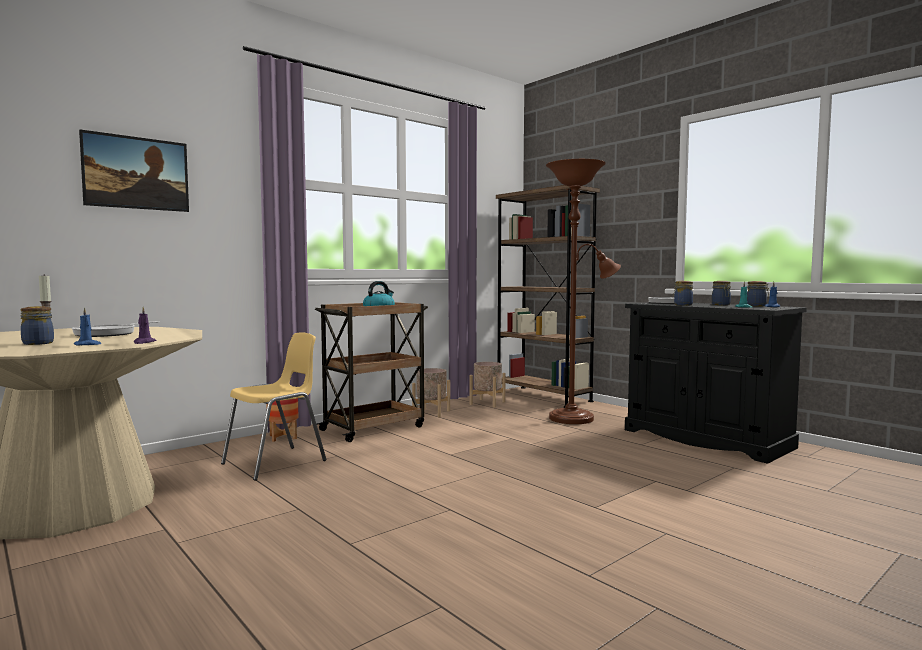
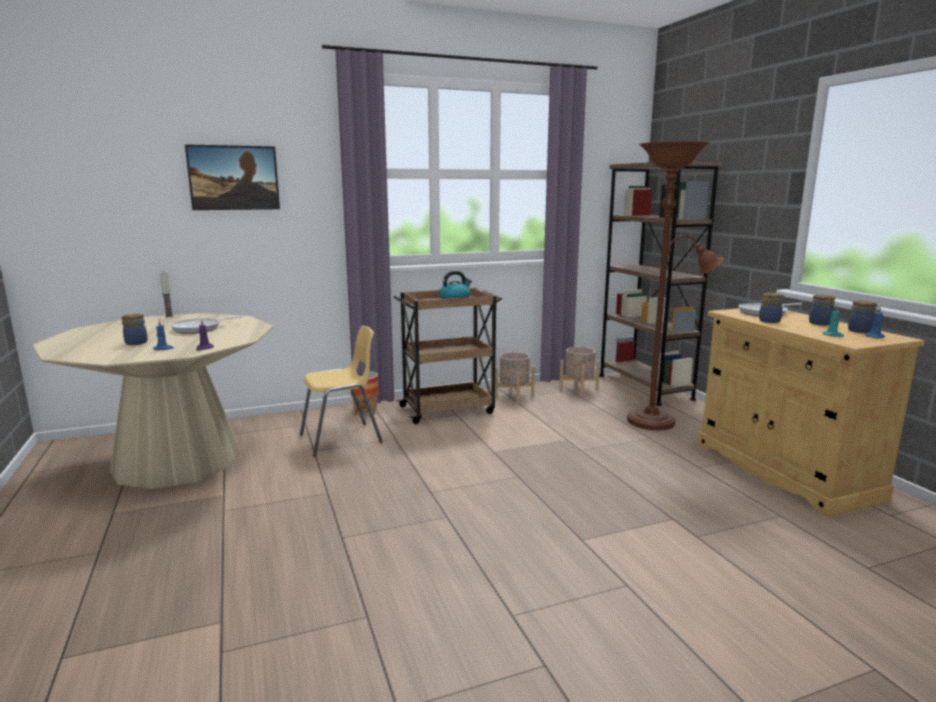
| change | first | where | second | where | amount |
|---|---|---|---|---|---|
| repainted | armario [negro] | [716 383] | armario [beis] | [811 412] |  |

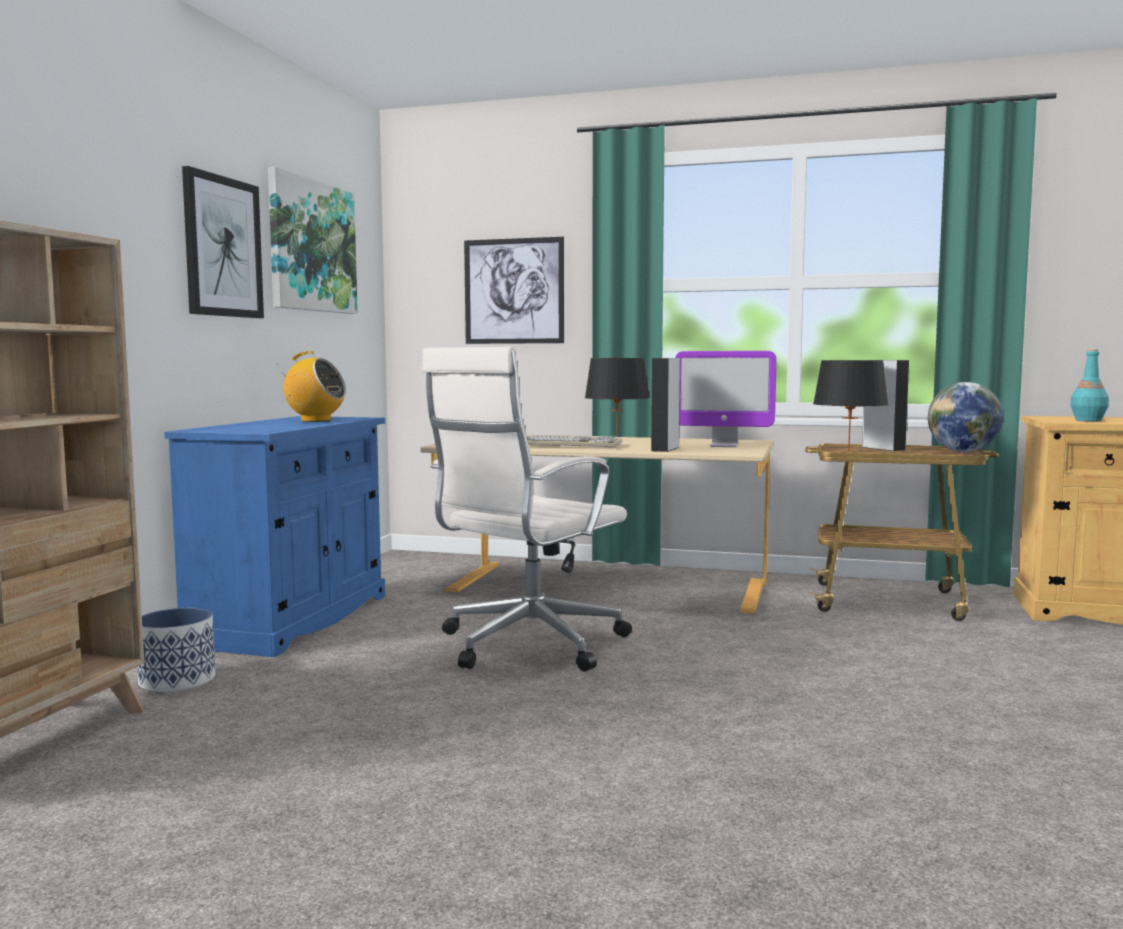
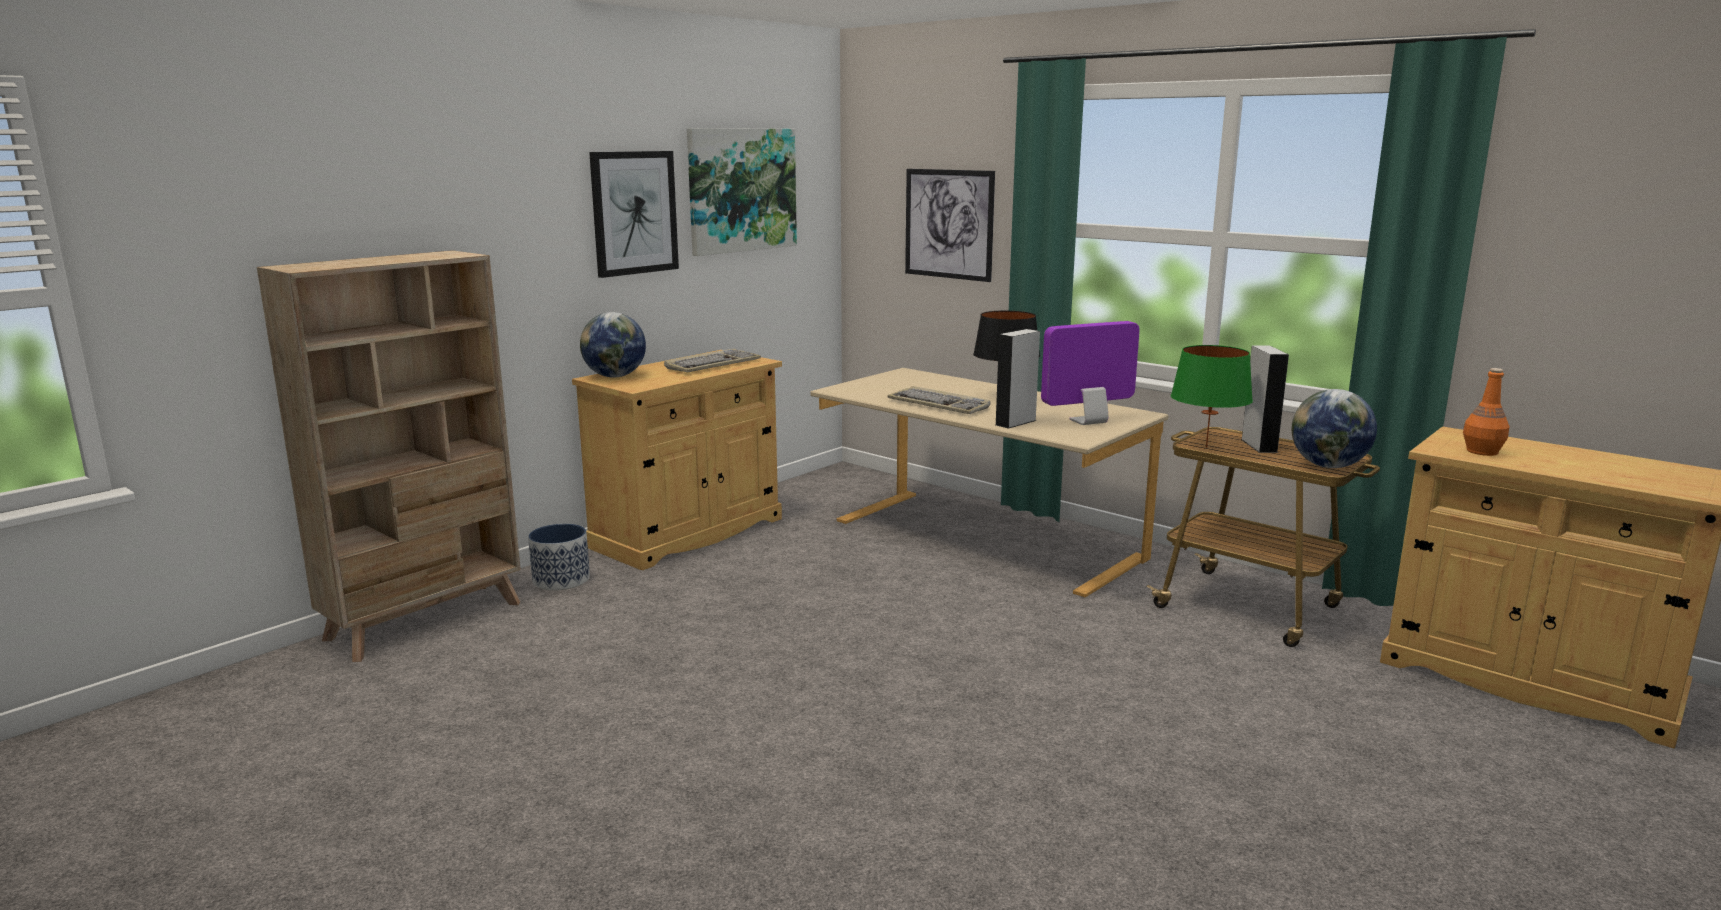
| change | first | where | second | where | amount |
|---|---|---|---|---|---|
| gone | silla de oficina [blanco] | [526 509] |  |  |  |
| repainted | botella [turquesa] | [1089 385] | botella [naranja] | [1486 412] |  |
| swapped | radio | [311 386] | teclado | [712 360] |  |
| rotated | monitor | [725 399] |  | [1090 373] | 120 degrees clockwise |
| repainted | lámpara de mesa [negro] | [851 406] | lámpara de mesa [verde] | [1212 396] |  |
| repainted | armario [azul] | [274 536] | armario [beis] | [677 460] |  |
| new |  |  | globo terráqueo | [613 345] |  |

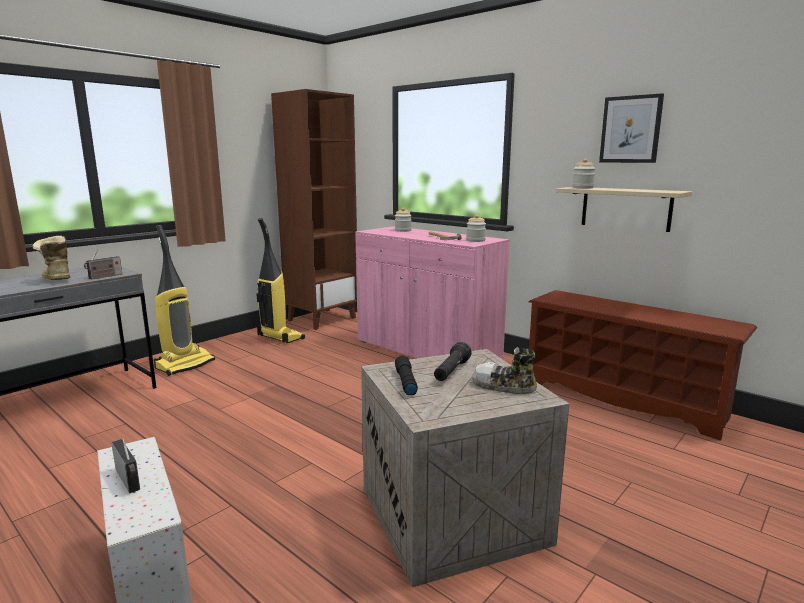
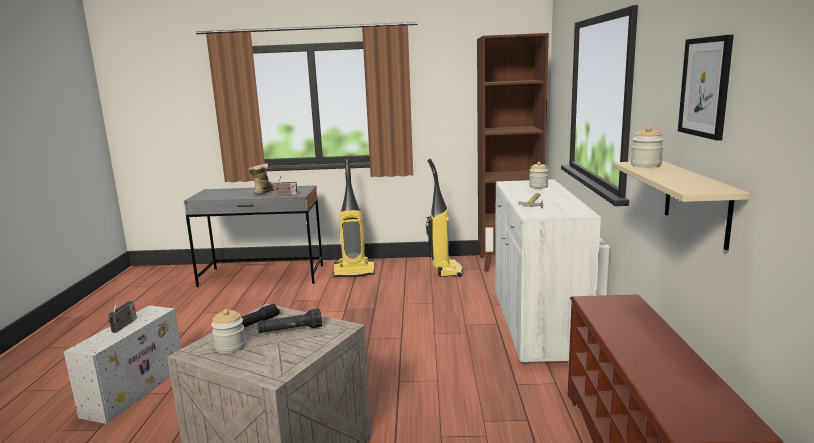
| change | first | where | second | where | amount |
|---|---|---|---|---|---|
| shifted | tarro | [476 228] |  | [228 331] |  |
| repainted | armario [rosa] | [432 292] | armario [blanco] | [548 272] |  |
| gone | zapato | [504 370] |  |  |  |

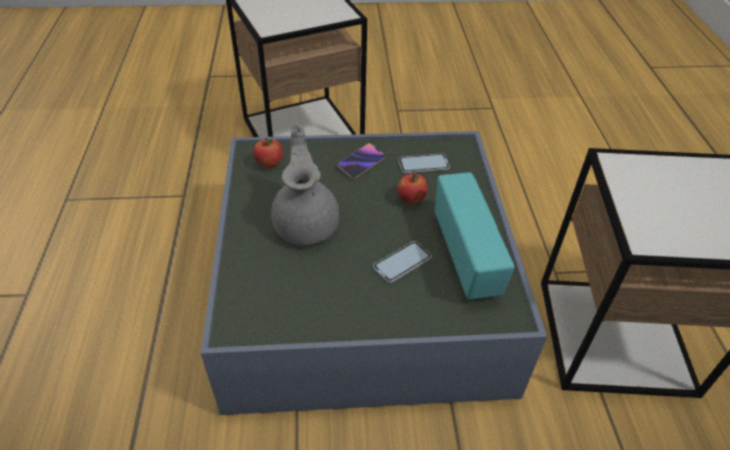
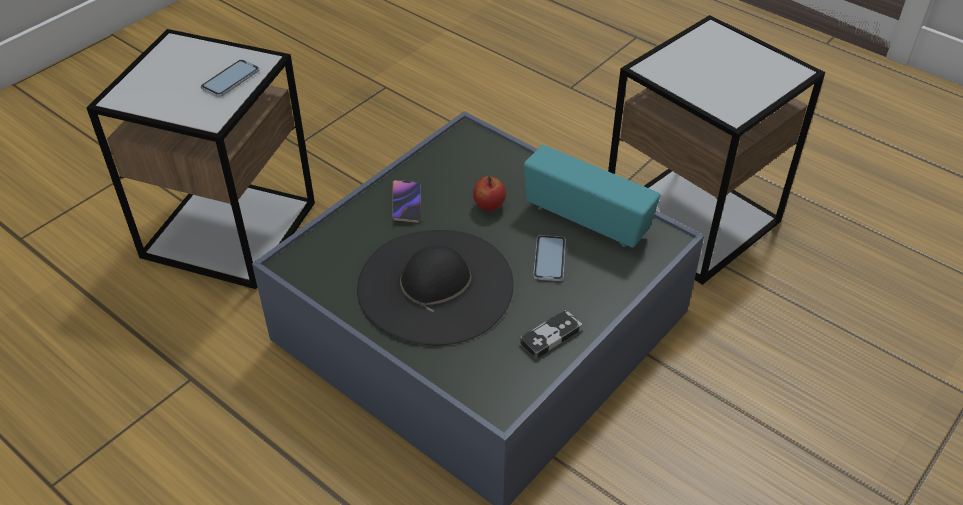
| change | first | where | second | where | amount |
|---|---|---|---|---|---|
| swapped | tetera [gris] | [305 184] | sombrero [negro] | [435 287] |  |
| gone | manzana | [268 153] |  |  |  |
| shifted | móvil | [424 163] |  | [230 78] |  |
| new |  |  | mando de consola | [551 334] |  |

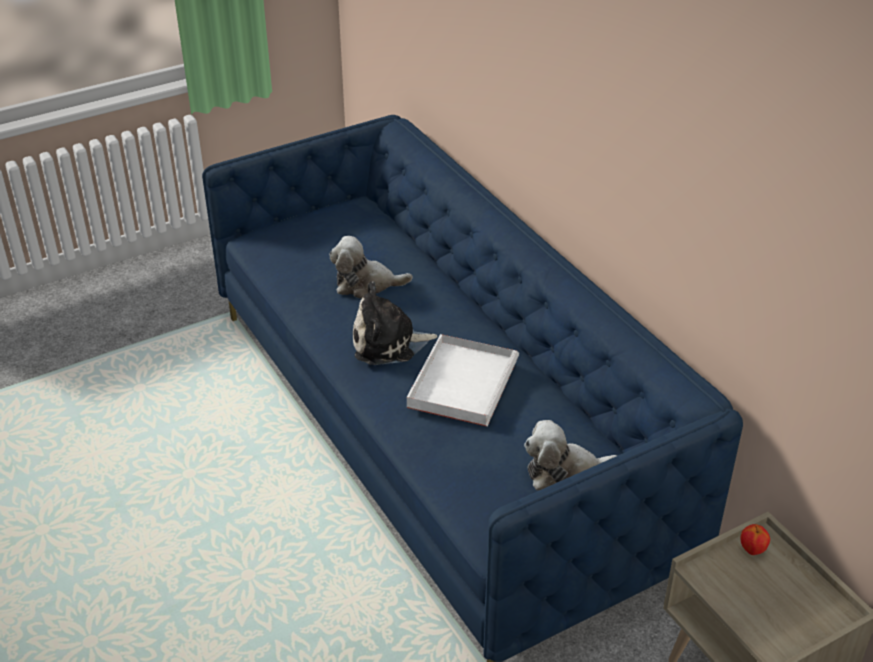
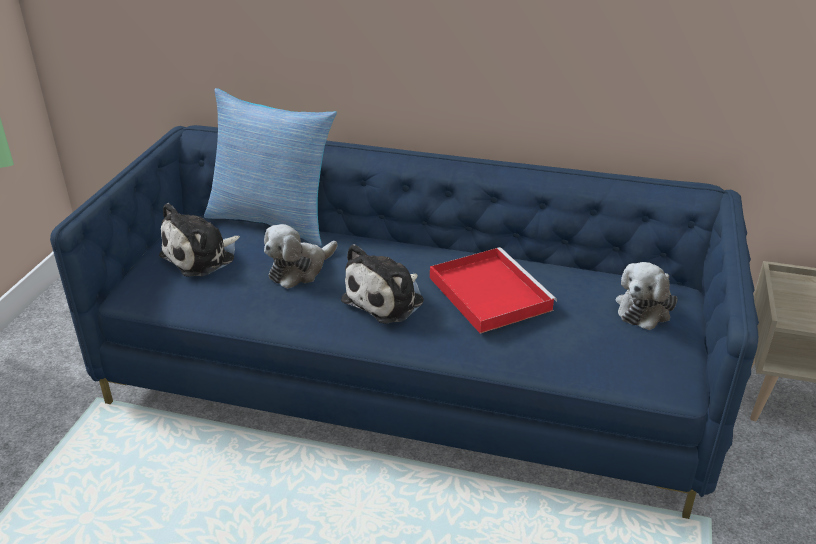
| change | first | where | second | where | amount |
|---|---|---|---|---|---|
| repainted | bandeja [blanco] | [463 380] | bandeja [rojo] | [493 290] |  |
| gone | manzana | [755 539] |  |  |  |
| new |  |  | cojín | [270 167] |  |
| new |  |  | peluche | [199 240] |  |

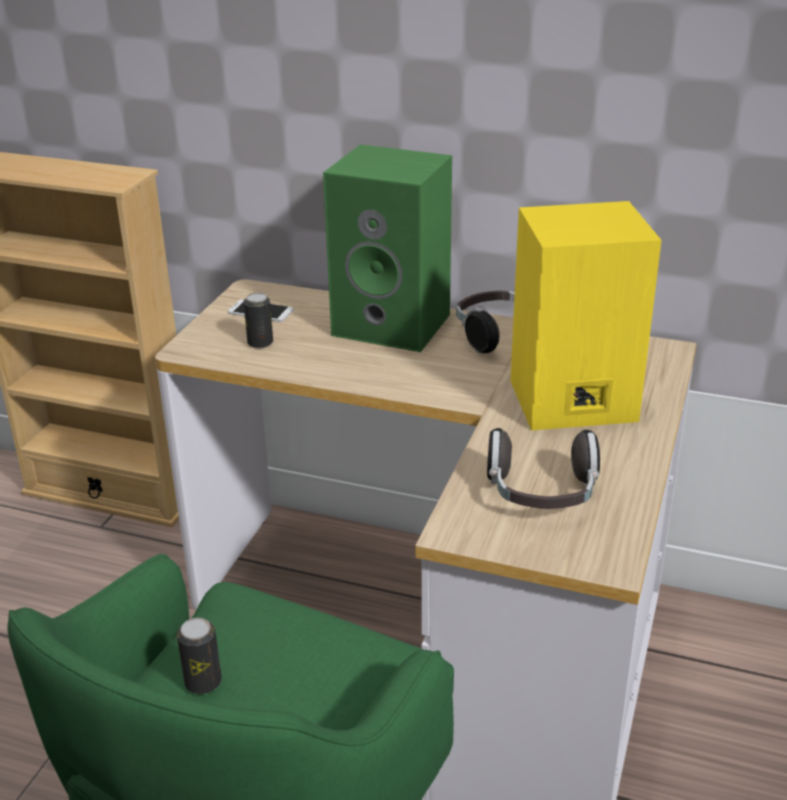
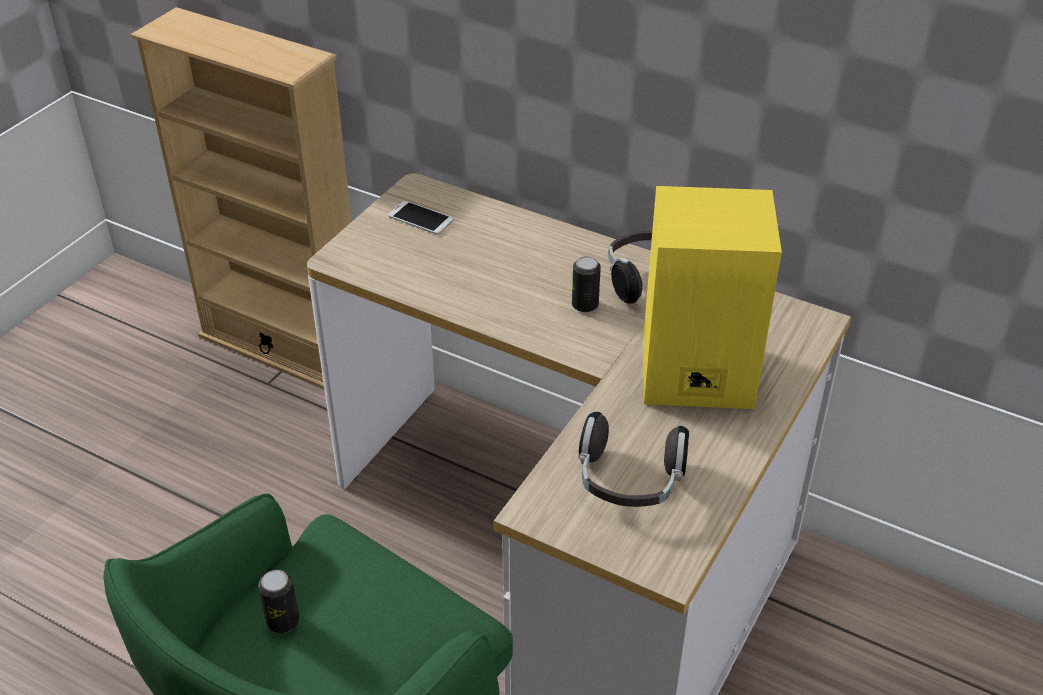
| change | first | where | second | where | amount |
|---|---|---|---|---|---|
| gone | altavoz [verde] | [387 248] |  |  |  |
| shifted | lata | [258 320] |  | [586 284] |  |

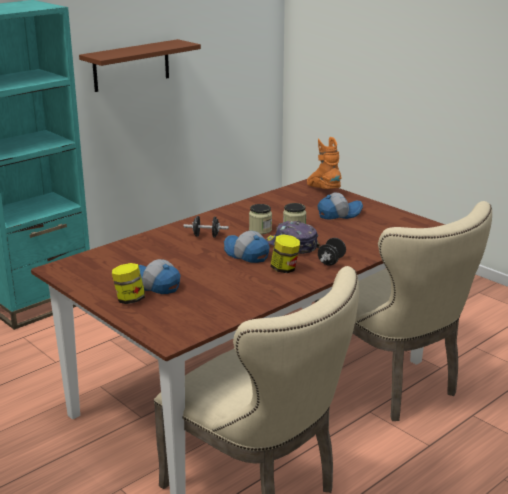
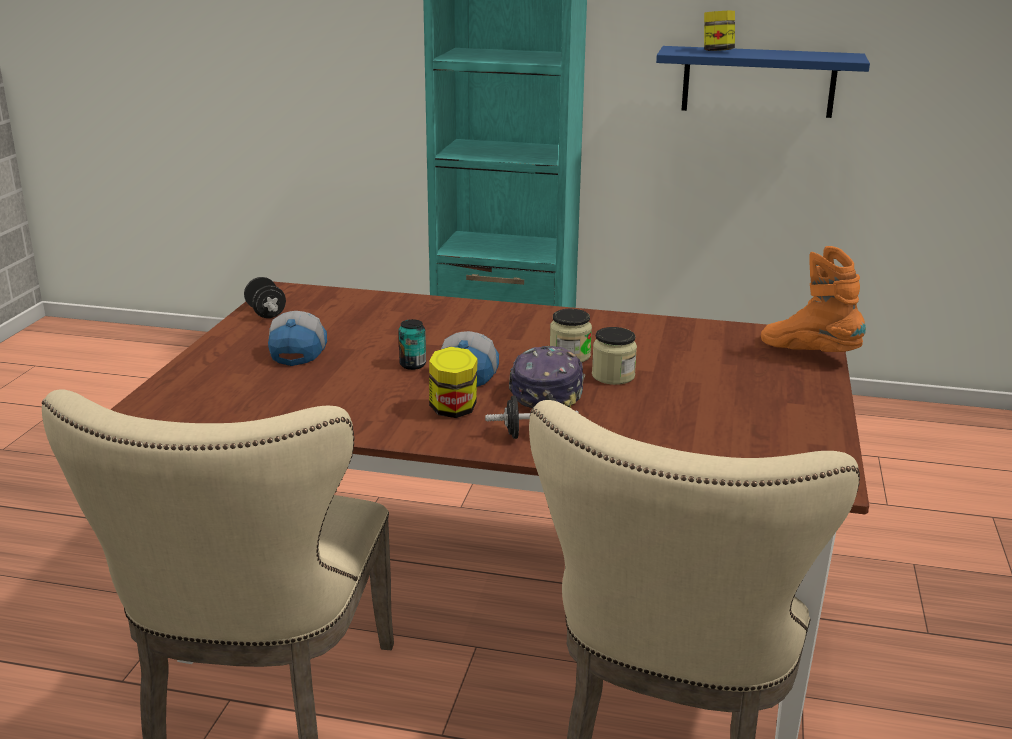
| change | first | where | second | where | amount |
|---|---|---|---|---|---|
| repainted | estante [marrón] | [140 65] | estante [azul] | [763 82] |  |
| rotated | bota [naranja] | [324 163] |  | [813 299] | 75 degrees counterclockwise |
| gone | gorra | [340 206] |  |  |  |
| shifted | mancuerna [negro] | [206 227] |  | [265 297] |  |
| shifted | tarro | [128 283] |  | [719 31] |  |
| new |  |  | lata | [412 344] |  |

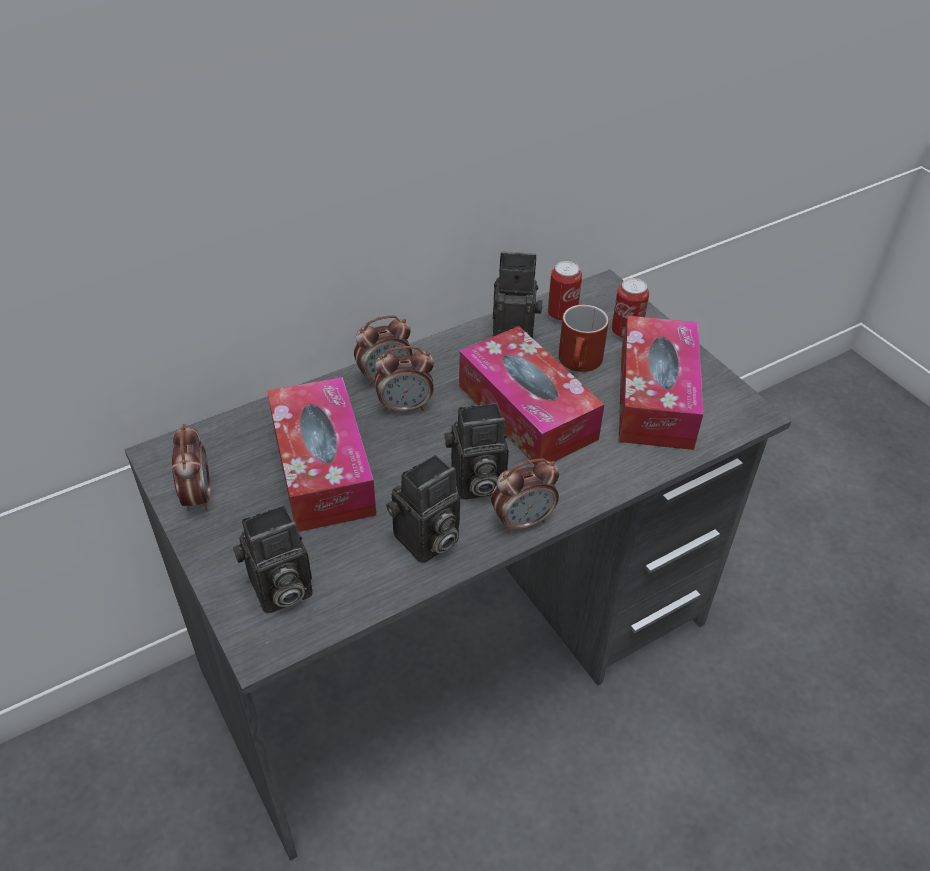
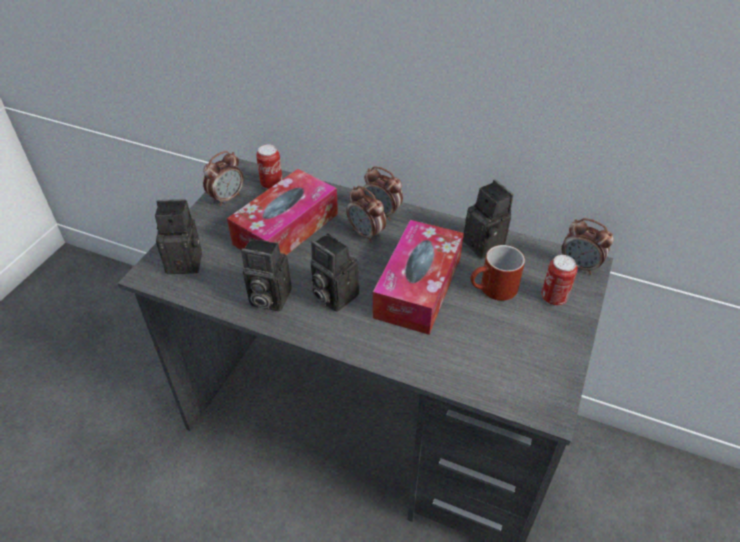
| change | first | where | second | where | amount |
|---|---|---|---|---|---|
| shifted | lata | [565 291] |  | [269 166] |  |
| gone | caja de pañuelos | [661 383] |  |  |  |
| shifted | despertador | [525 496] |  | [588 246] |  |
| rotated | cámara | [273 559] |  | [178 236] | 150 degrees clockwise |

